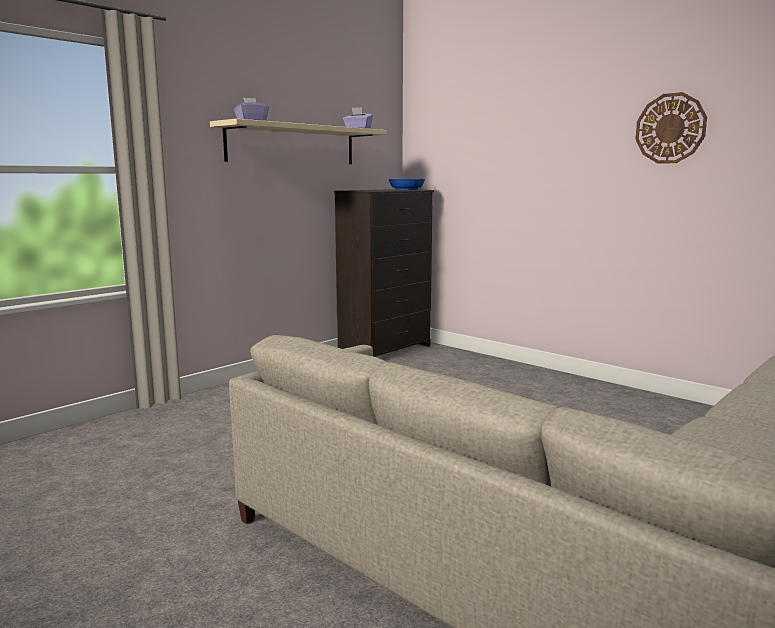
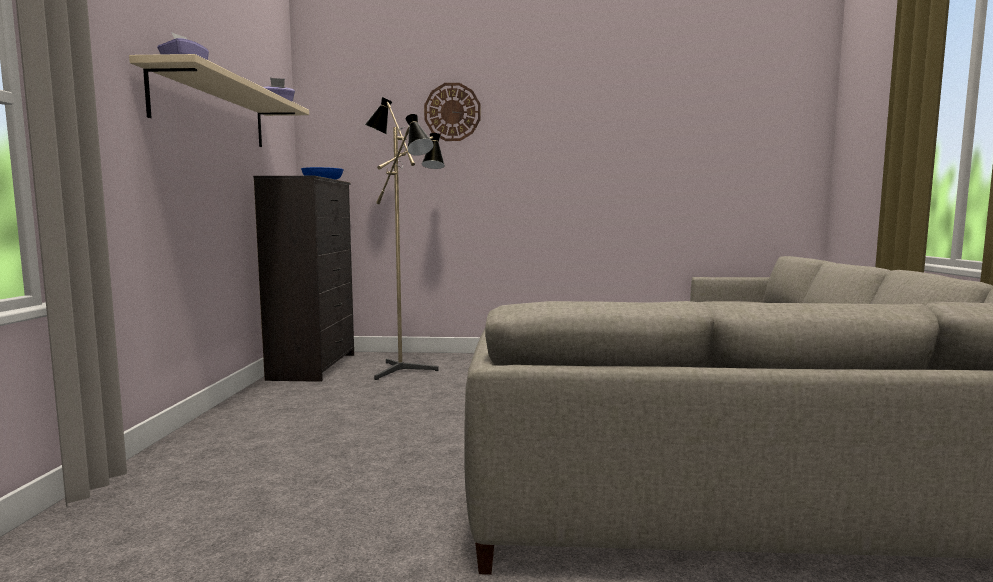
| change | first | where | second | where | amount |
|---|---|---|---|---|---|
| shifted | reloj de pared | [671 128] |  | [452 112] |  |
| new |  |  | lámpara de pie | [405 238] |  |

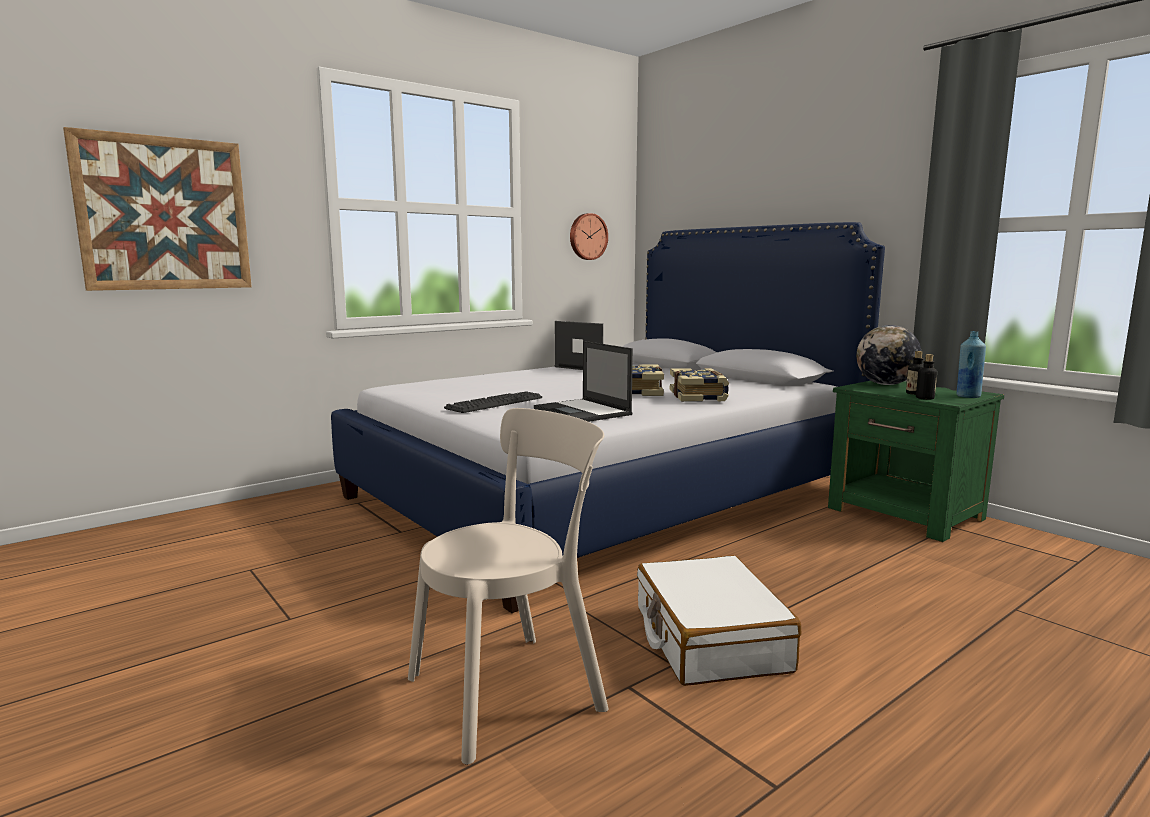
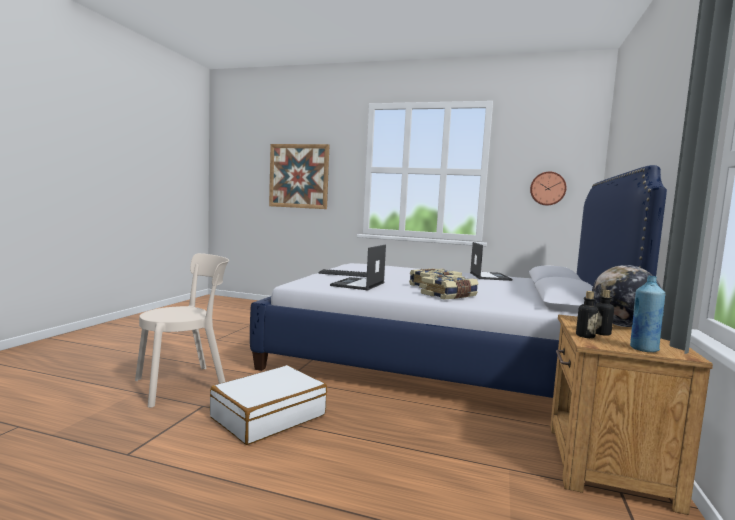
| change | first | where | second | where | amount |
|---|---|---|---|---|---|
| repainted | mesita de noche [verde] | [916 461] | mesita de noche [marrón] | [631 415] |  |
| rotated | silla [beis] | [508 586] |  | [182 330] | 60 degrees counterclockwise |

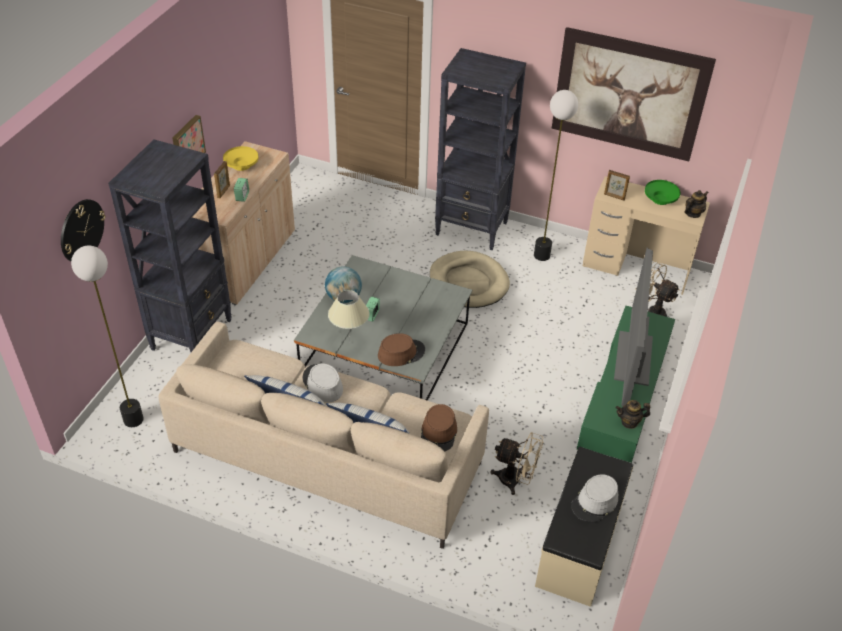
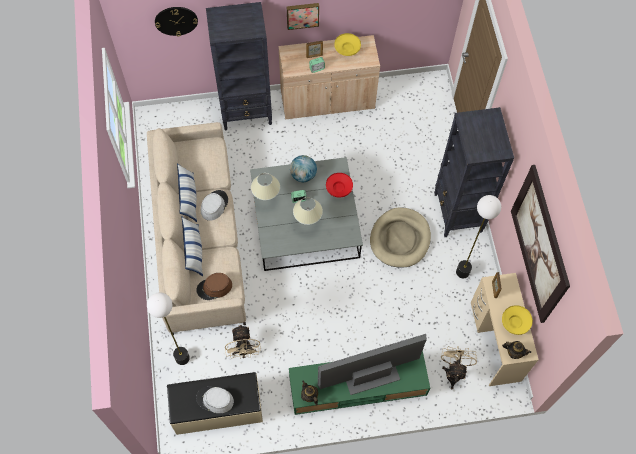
| change | first | where | second | where | amount |
|---|---|---|---|---|---|
| repainted | cuenco [verde] | [662 192] | cuenco [amarillo] | [517 320] |  |
| shifted | lámpara de pie | [107 336] |  | [168 328] |  |
| gone | sombrero [marrón] | [401 349] |  |  |  |
| new |  |  | cuenco [rojo] | [339 185] |  |
| new |  |  | lámpara de mesa [beis] | [308 211] |  |

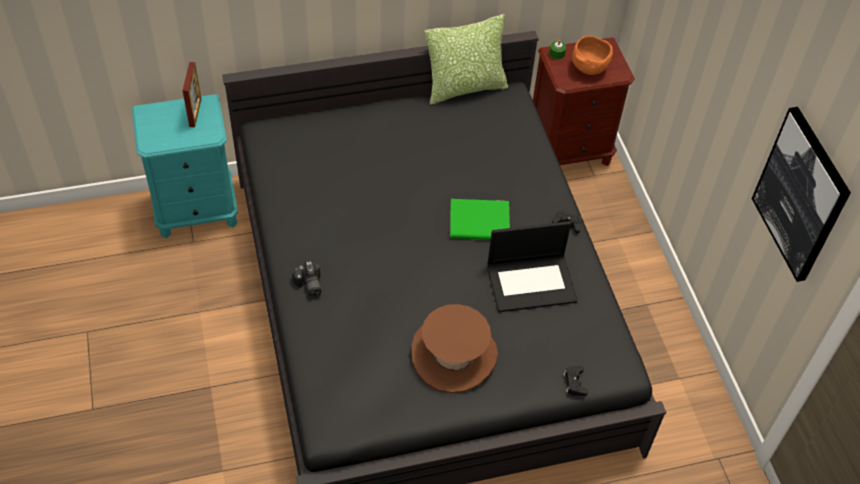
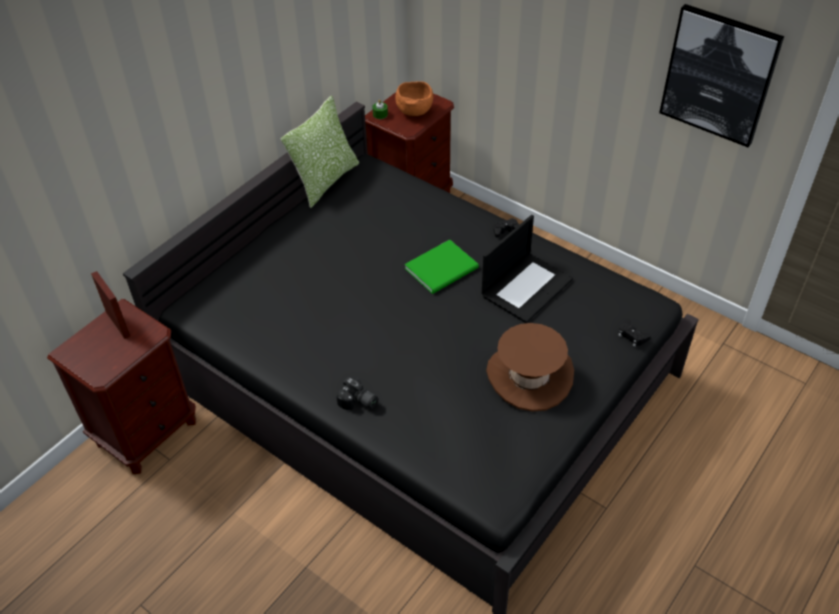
| change | first | where | second | where | amount |
|---|---|---|---|---|---|
| repainted | mesita de noche [turquesa] | [185 166] | mesita de noche [marrón] | [121 386] |  |

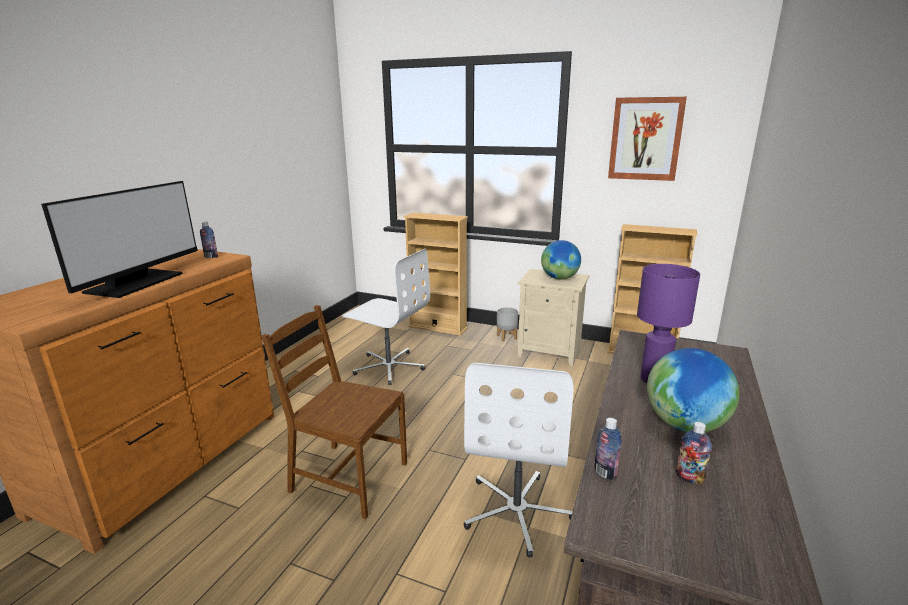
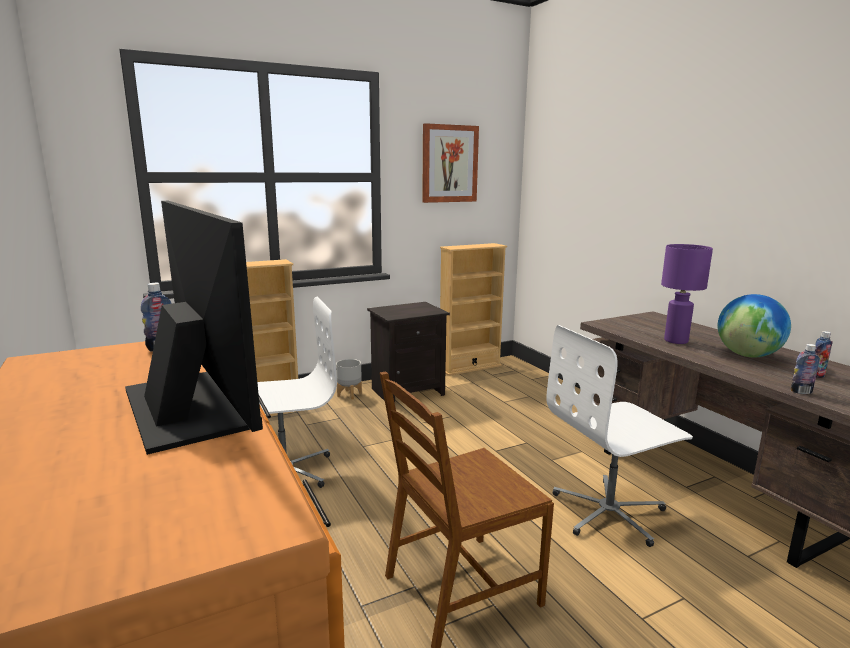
| change | first | where | second | where | amount |
|---|---|---|---|---|---|
| gone | globo terráqueo | [561 260] |  |  |  |
| repainted | mesita de noche [beis] | [554 317] | mesita de noche [negro] | [408 352] |  |
| rotated | silla de oficina [blanco] | [519 460] |  | [619 436] | 105 degrees clockwise |

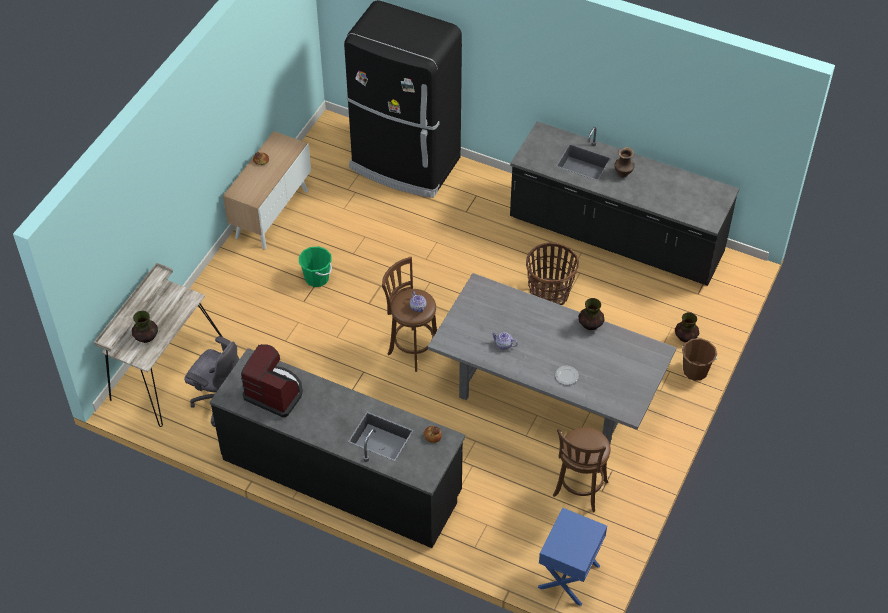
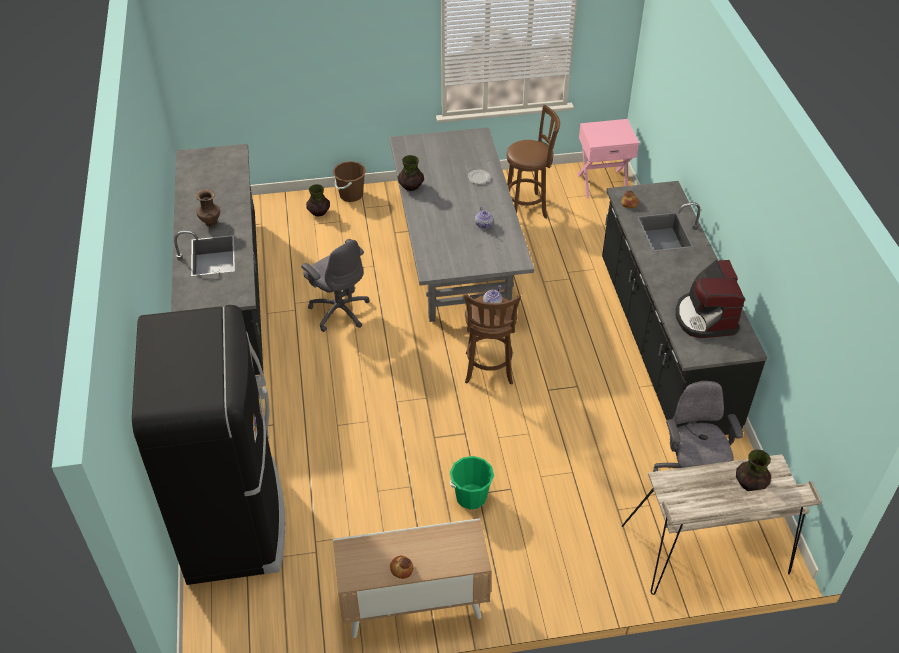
| change | first | where | second | where | amount |
|---|---|---|---|---|---|
| swapped | cesta | [552 273] | silla de oficina [gris] | [335 285] |  |
| repainted | mesita de noche [azul] | [572 557] | mesita de noche [rosa] | [608 158] |  |

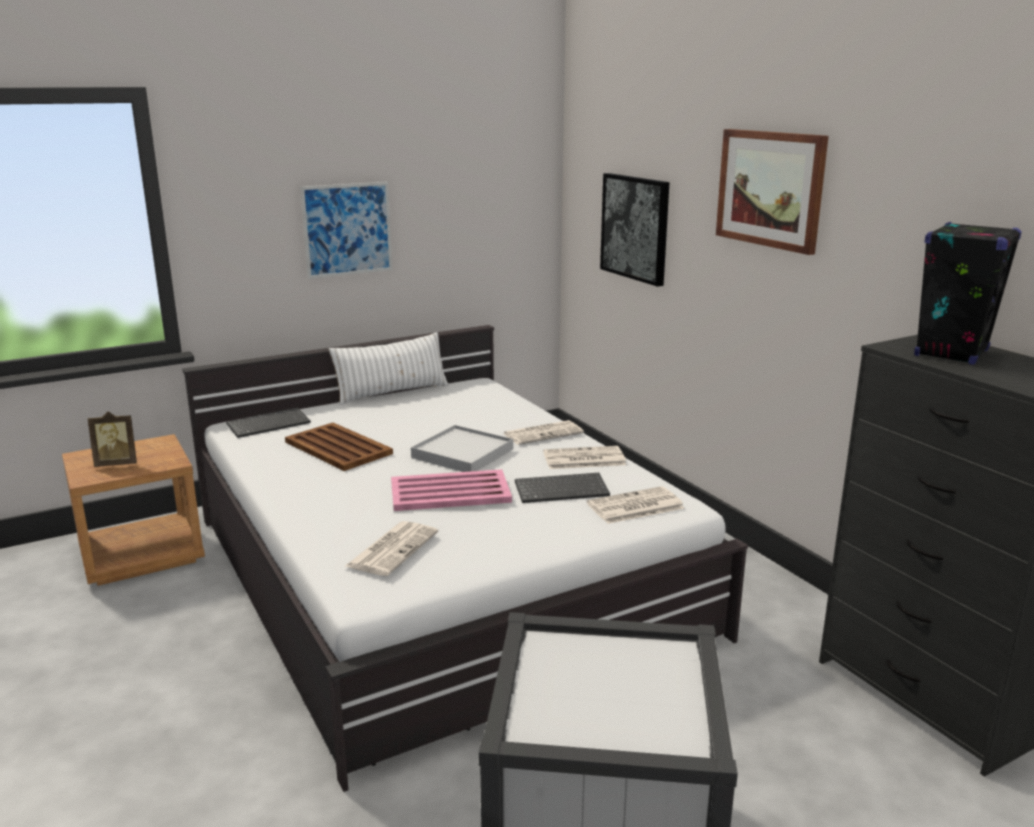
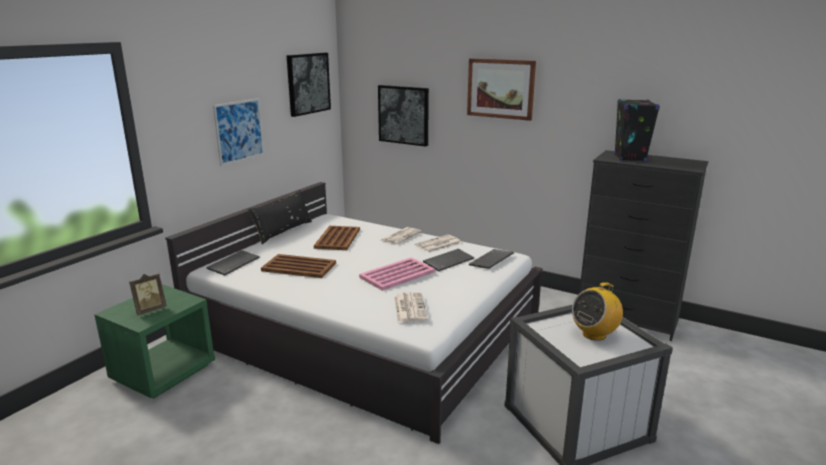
| change | first | where | second | where | amount |
|---|---|---|---|---|---|
| repainted | cojín [blanco] | [388 368] | cojín [negro] | [280 217] |  |
| gone | bandeja [blanco] | [462 448] |  |  |  |
| repainted | mesita de noche [marrón] | [133 510] | mesita de noche [verde] | [154 341] |  |
| swapped | periódico | [636 505] | teclado | [491 259] |  |
| new |  |  | cuadro | [308 85] |  |
| new |  |  | bandeja [marrón] | [337 238] |  |
| new |  |  | radio | [597 311] |  |

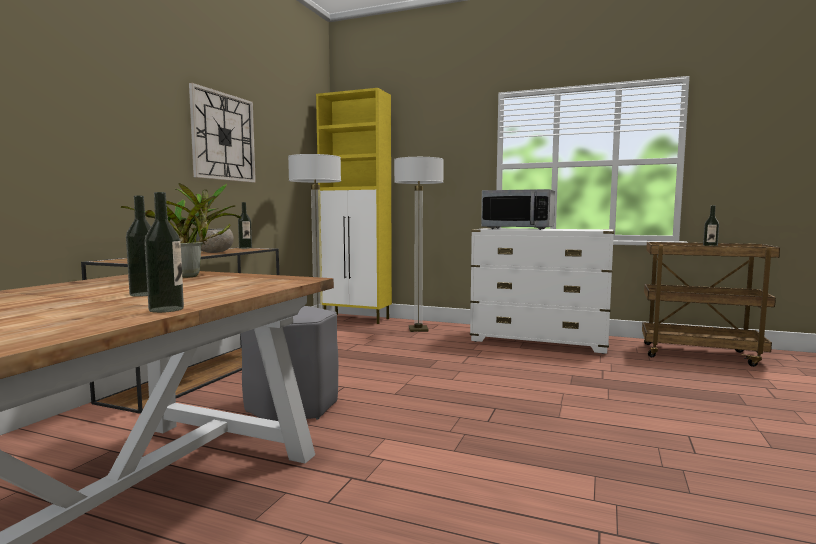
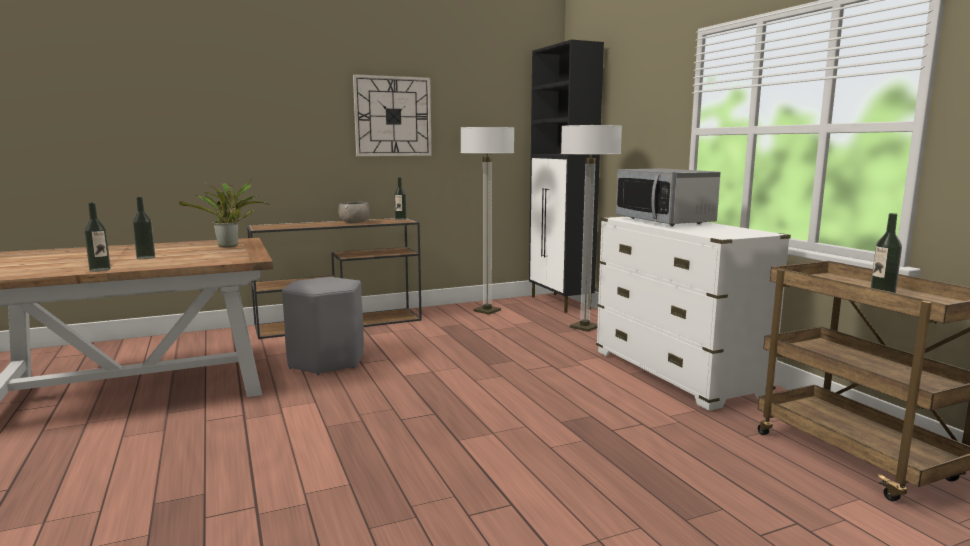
| change | first | where | second | where | amount |
|---|---|---|---|---|---|
| repainted | armario [amarillo] | [354 206] | armario [negro] | [566 176] |  |

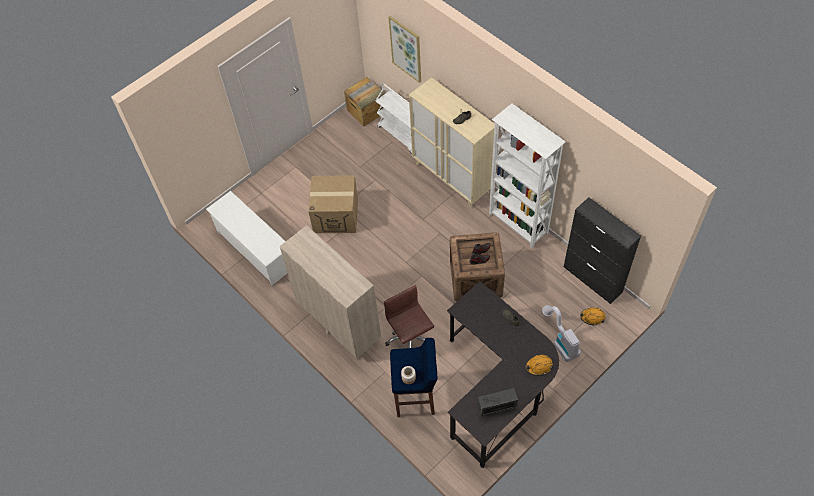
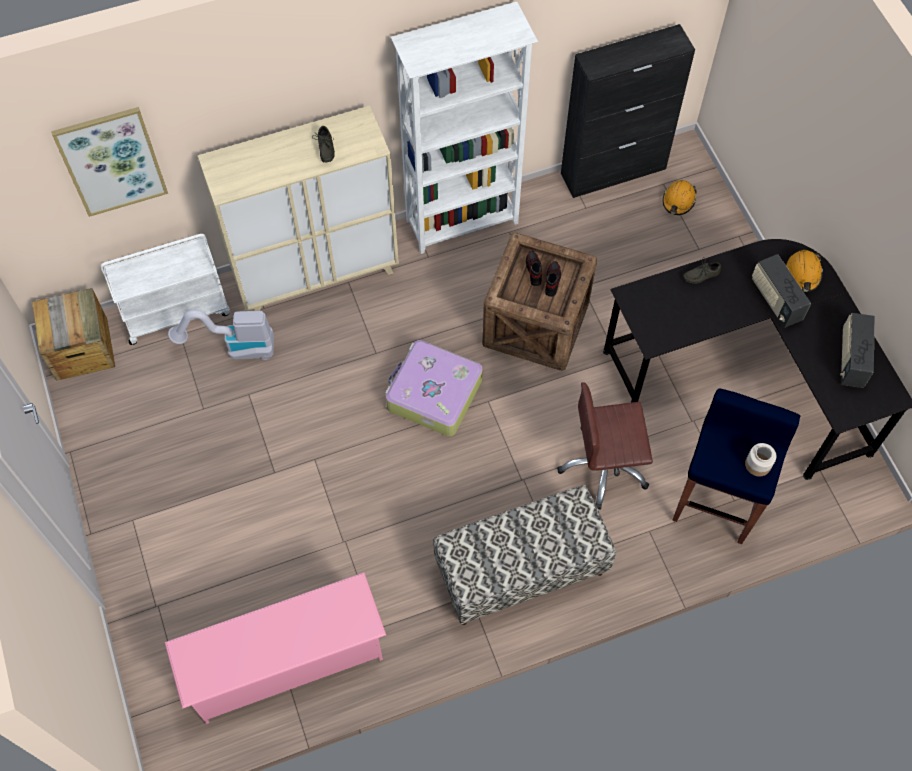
| change | first | where | second | where | amount |
|---|---|---|---|---|---|
| gone | caja de cartón | [333 204] |  |  |  |
| repainted | zapatero [blanco] | [246 238] | zapatero [rosa] | [275 648] |  |
| swapped | armario [beis] | [330 292] | banco | [524 555] |  |
| shifted | aspiradora | [561 333] |  | [221 335] |  |
| new |  |  | radio | [781 291] |  |
| new |  |  | maleta | [434 388] |  |

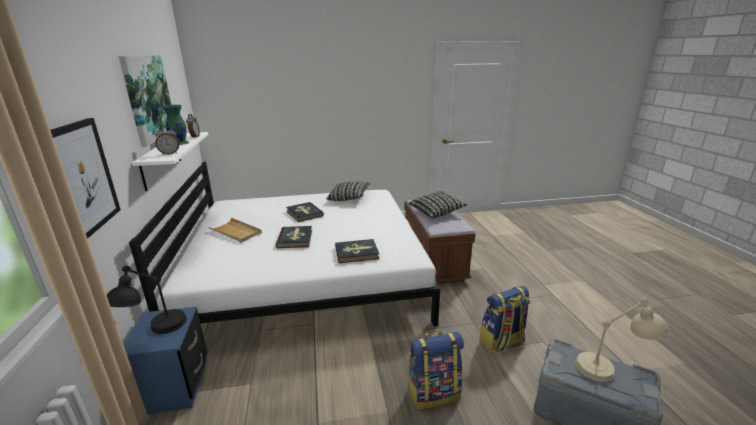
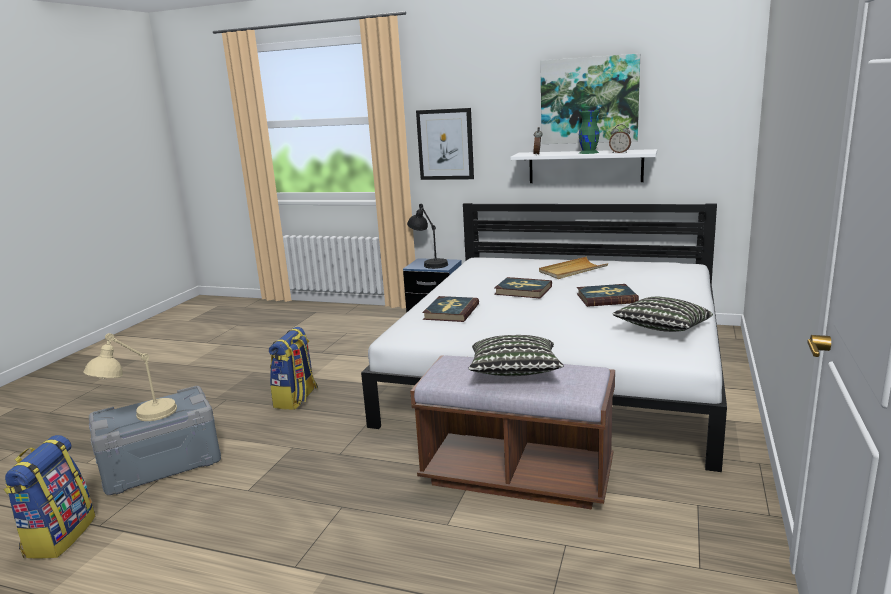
| change | first | where | second | where | amount |
|---|---|---|---|---|---|
| shifted | mochila | [505 319] |  | [49 496] |  |

